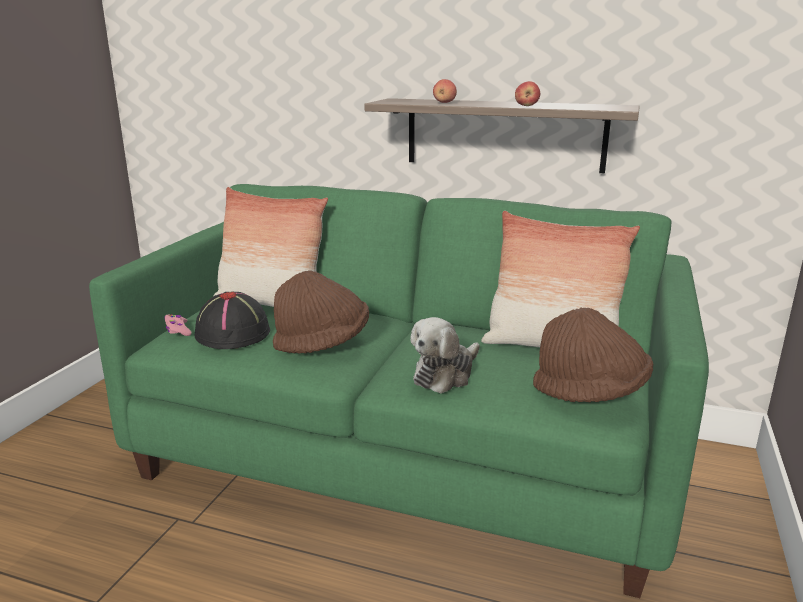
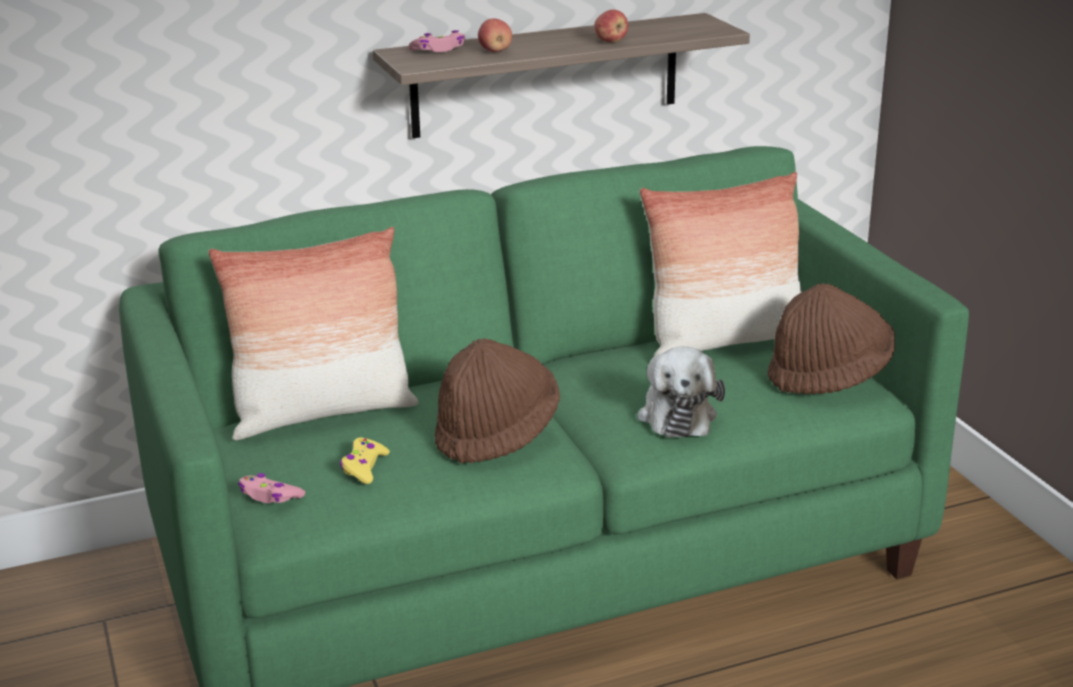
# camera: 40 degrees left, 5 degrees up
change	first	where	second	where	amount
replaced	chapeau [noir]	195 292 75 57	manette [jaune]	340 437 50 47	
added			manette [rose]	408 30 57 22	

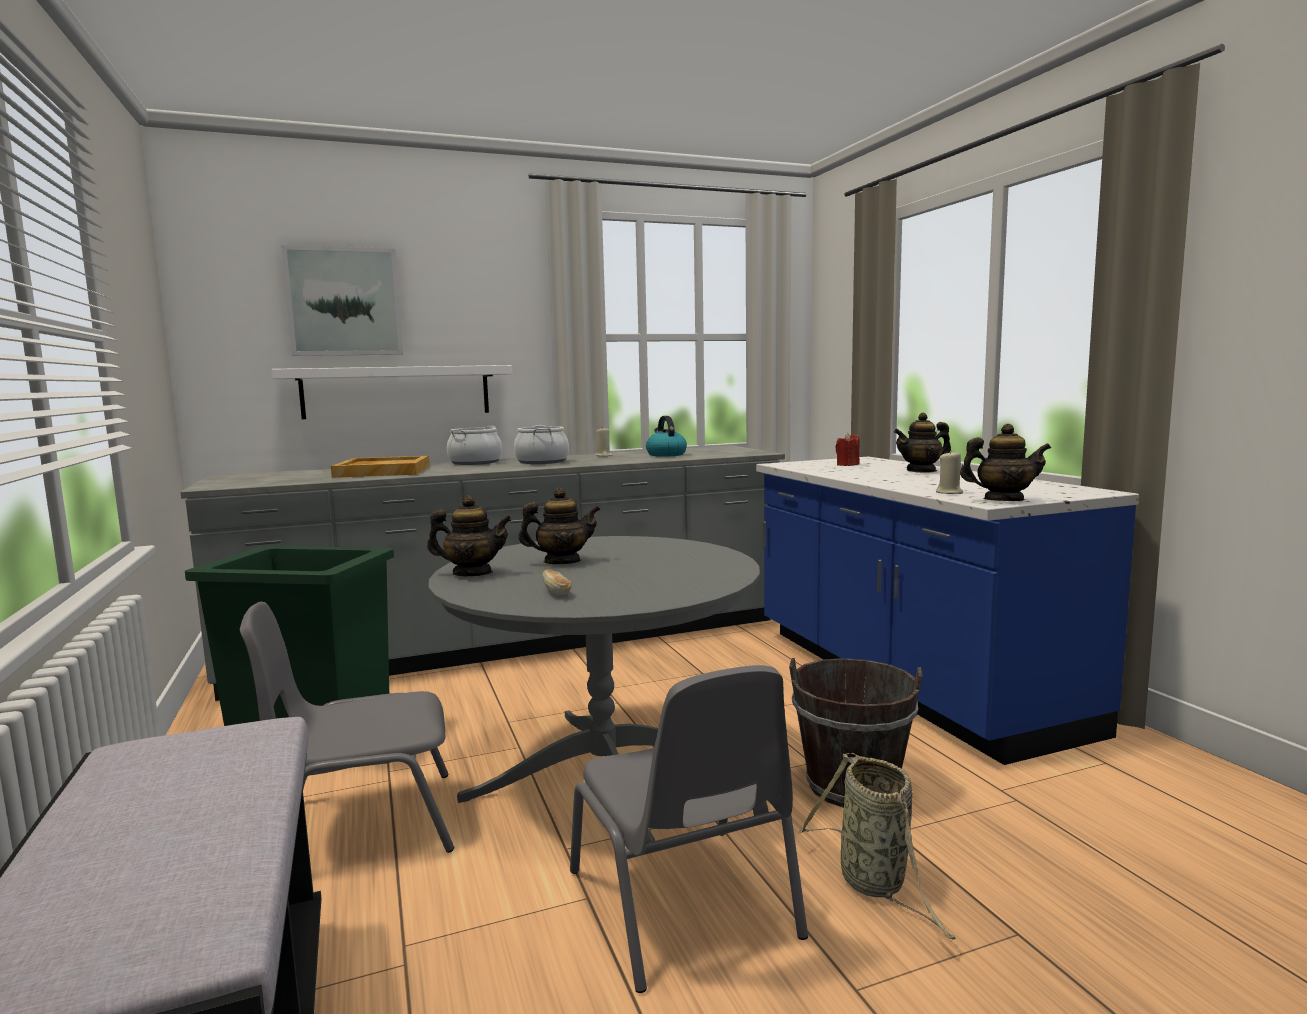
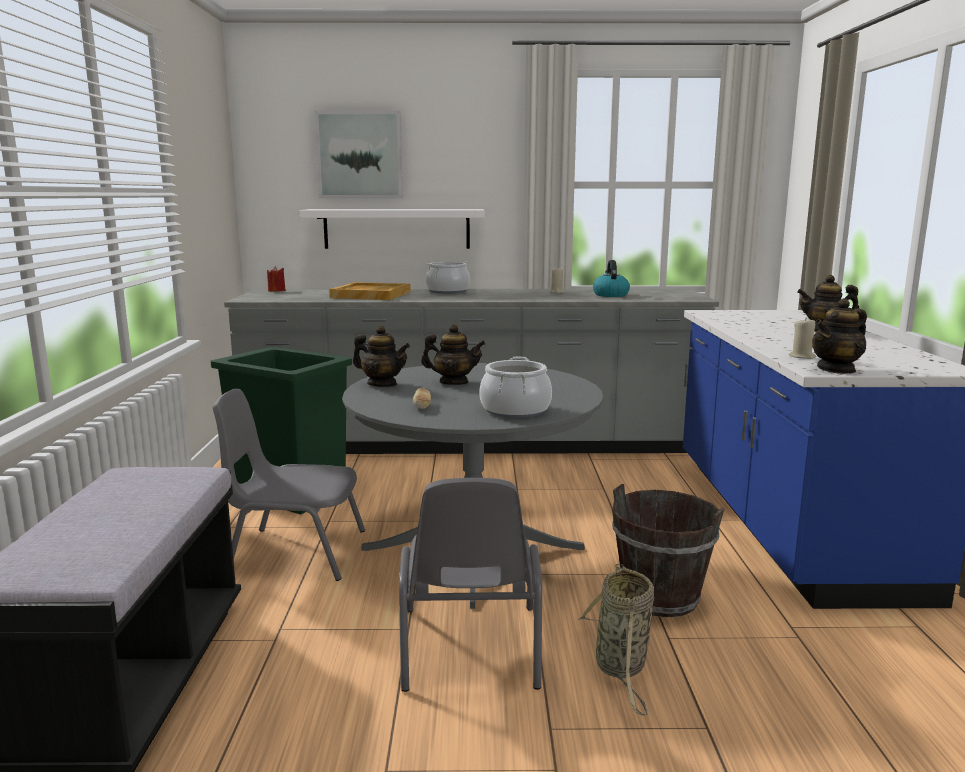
# camera: 20 degrees right, 5 degrees up
change	first	where	second	where	amount
turned	théière	960 424 91 77		812 298 55 76	120 degrees clockwise
moved	marmite	514 425 55 39		479 357 73 61	
moved	bougie [rouge]	835 433 25 33		267 266 19 26	

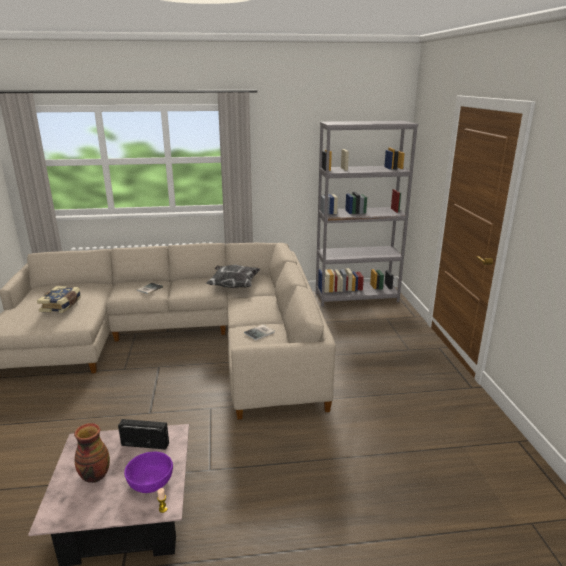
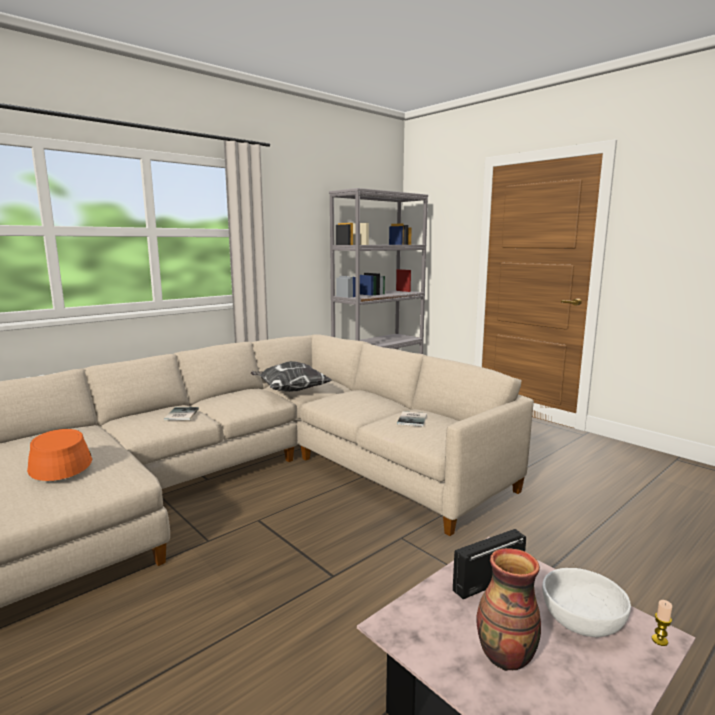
# camera: 35 degrees left, 10 degrees down
change	first	where	second	where	amount
replaced	livre	37 286 44 27	chapeau [orange]	27 429 65 52	
recoloured	bol [violet]	124 452 49 41	bol [blanc]	542 568 89 69	

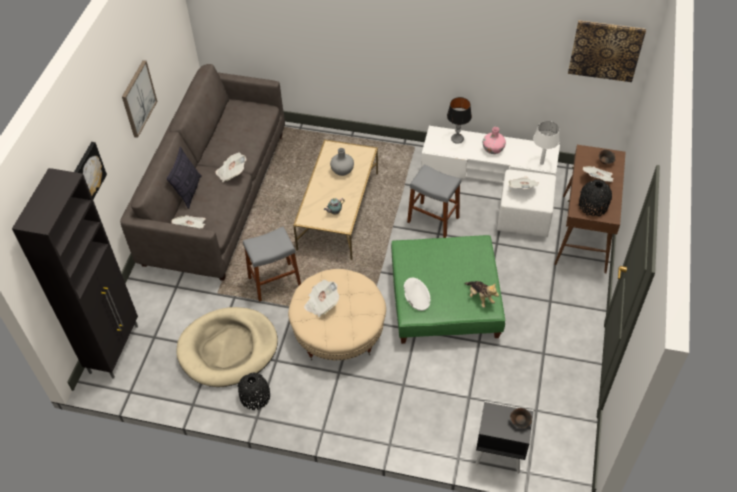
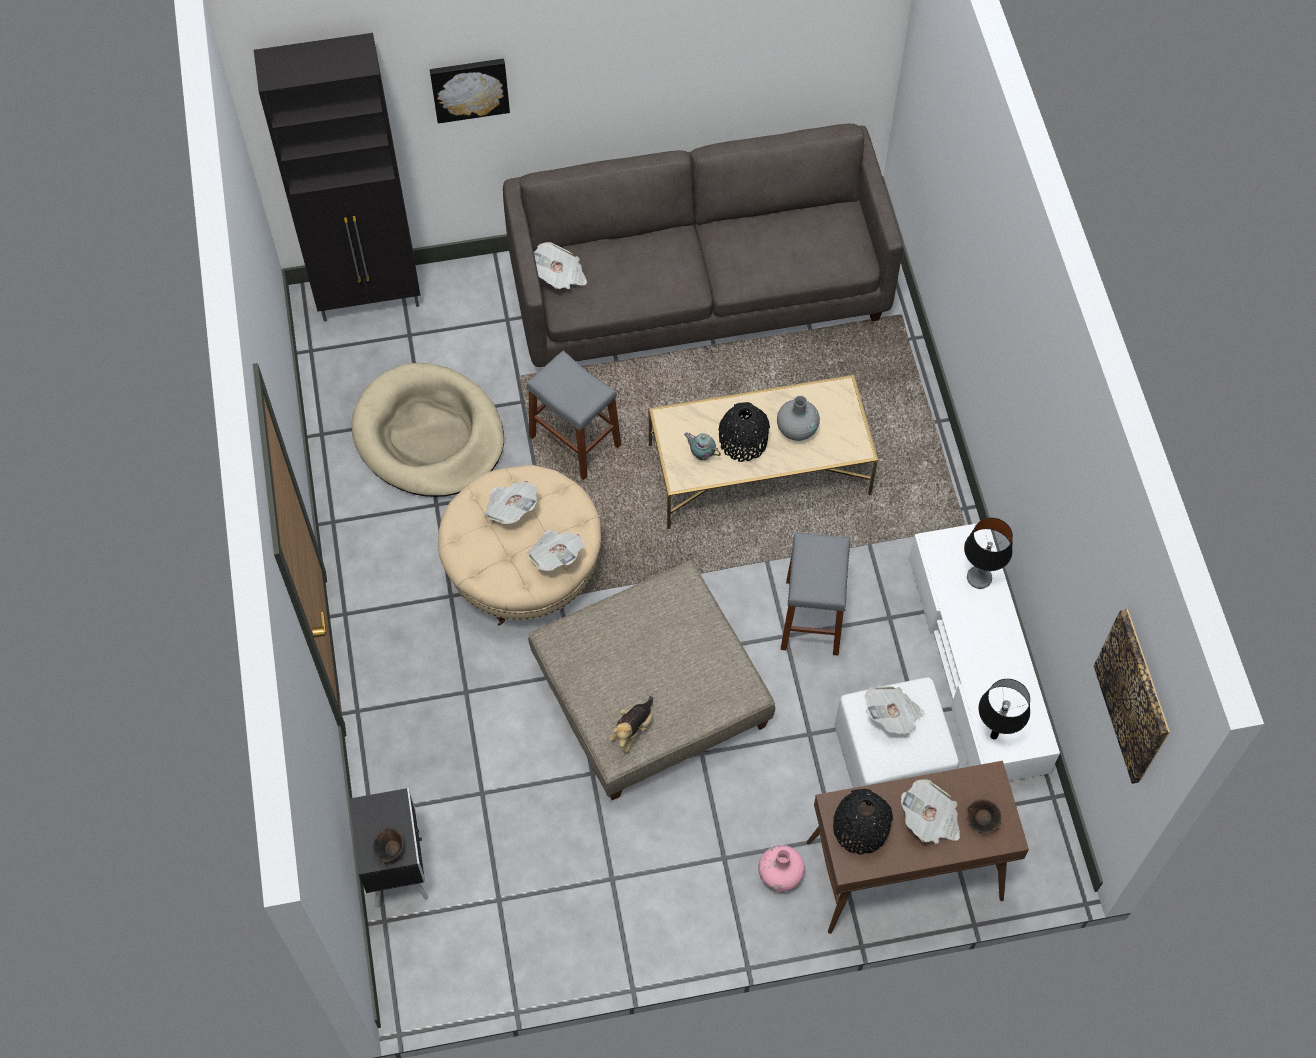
# camera: 65 degrees right, 10 degrees up
change	first	where	second	where	amount
removed	tableau	122 60 35 78			
recoloured	lampe de table [blanc]	533 121 27 44	lampe de table [noir]	978 679 52 61	
moved	vase [rose]	483 127 23 27		758 845 47 47	
removed	coussin	166 147 36 62			
moved	journal	215 152 32 30		527 529 57 42	
recoloured	pouf [vert]	391 235 114 109	pouf [beige]	528 560 247 240	
removed	chapeau [blanc]	404 278 26 33			
moved	vase [noir]	238 372 32 38		719 402 51 60	

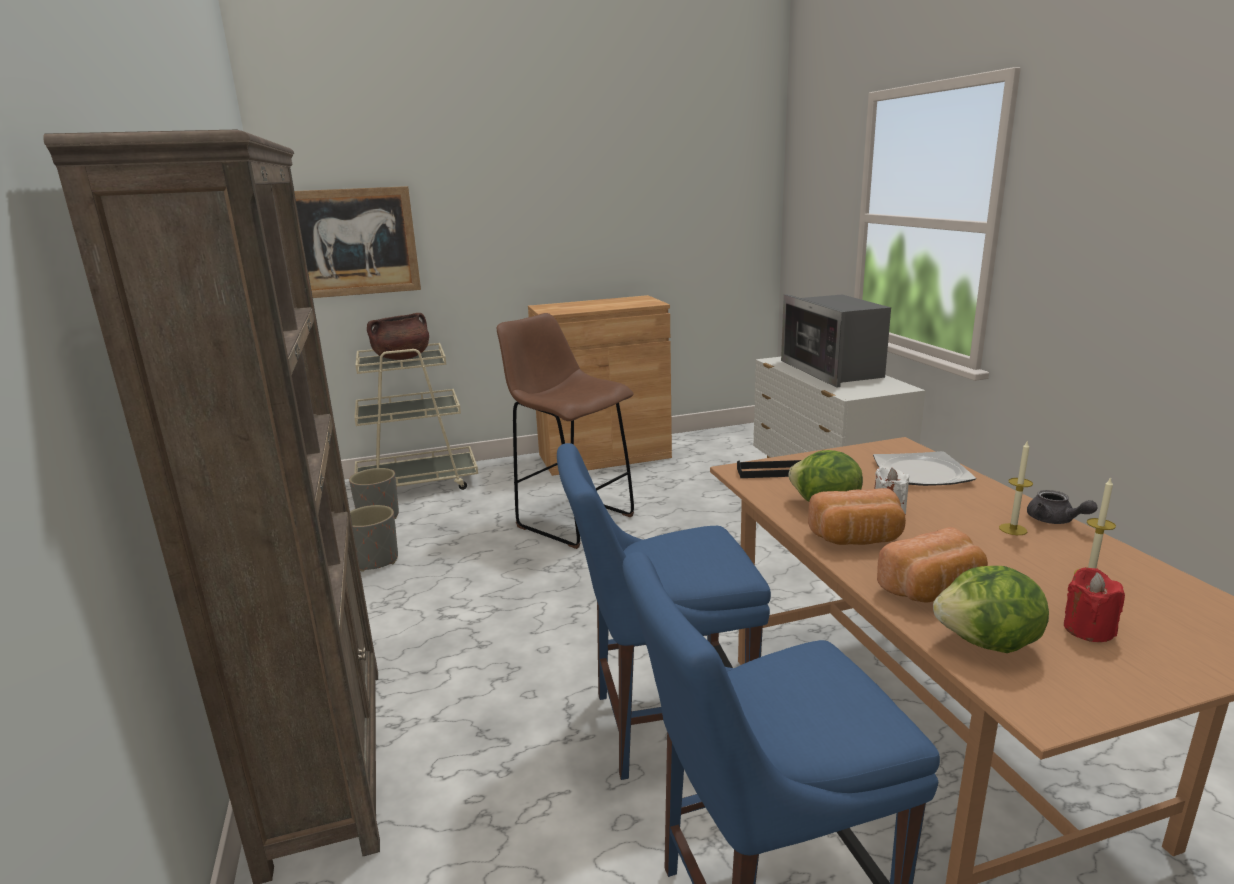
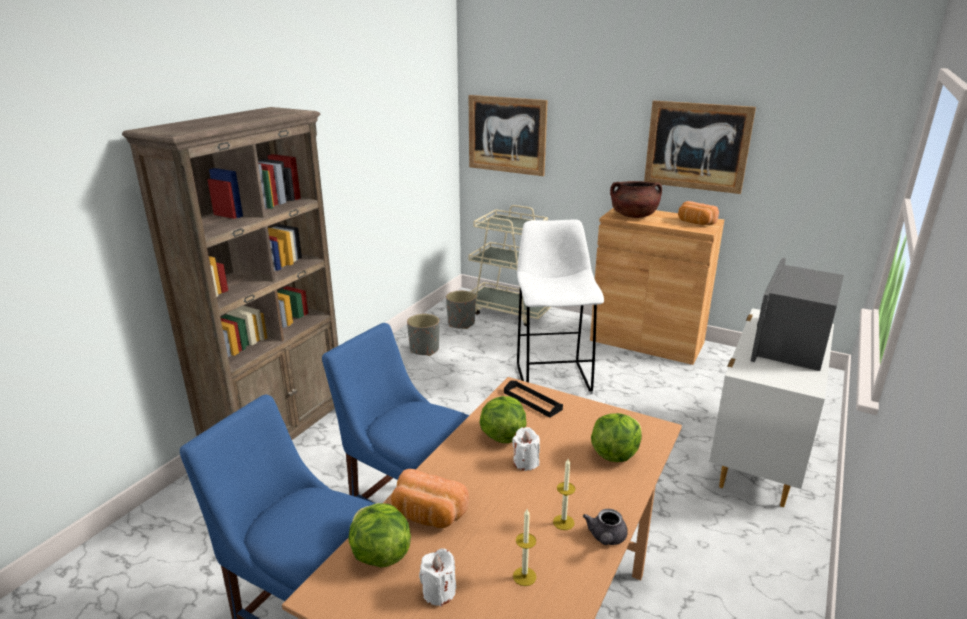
# camera: 45 degrees right, 5 degrees up
change	first	where	second	where	amount
moved	marmite [marron]	367 313 62 47		610 181 52 37	
recoloured	tabouret [marron]	497 313 137 236	tabouret [blanc]	517 219 87 175	
replaced	assiette	873 451 103 35	laitue	591 413 51 49	
moved	pain	808 488 98 57		678 201 41 24	
recoloured	bougie [rouge]	1064 567 61 75	bougie [blanc]	419 548 37 59	
added			tableau	644 100 112 94	

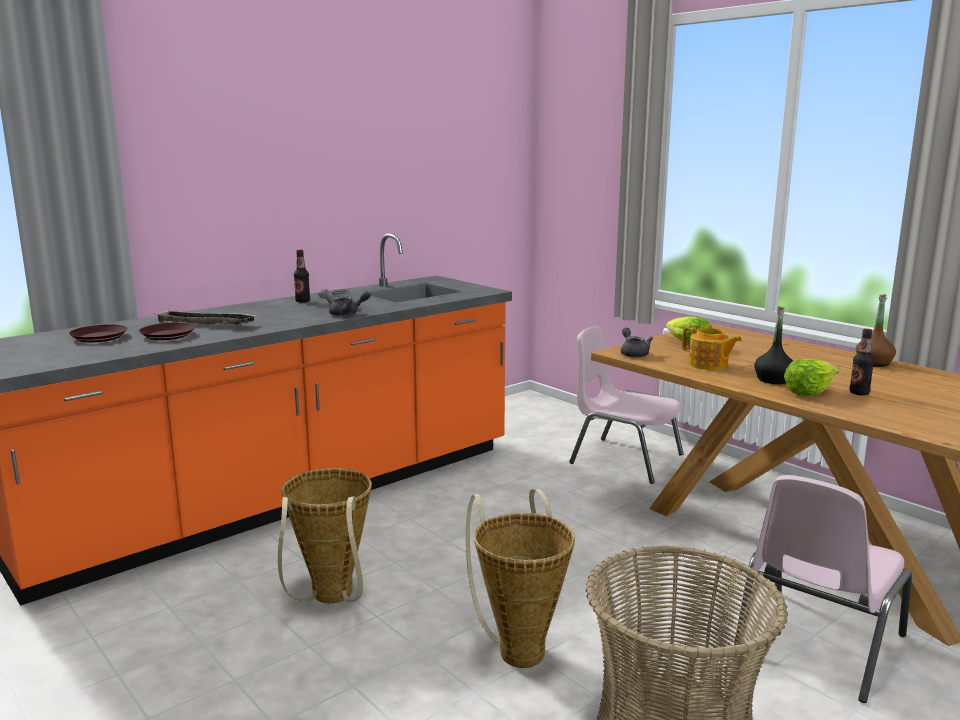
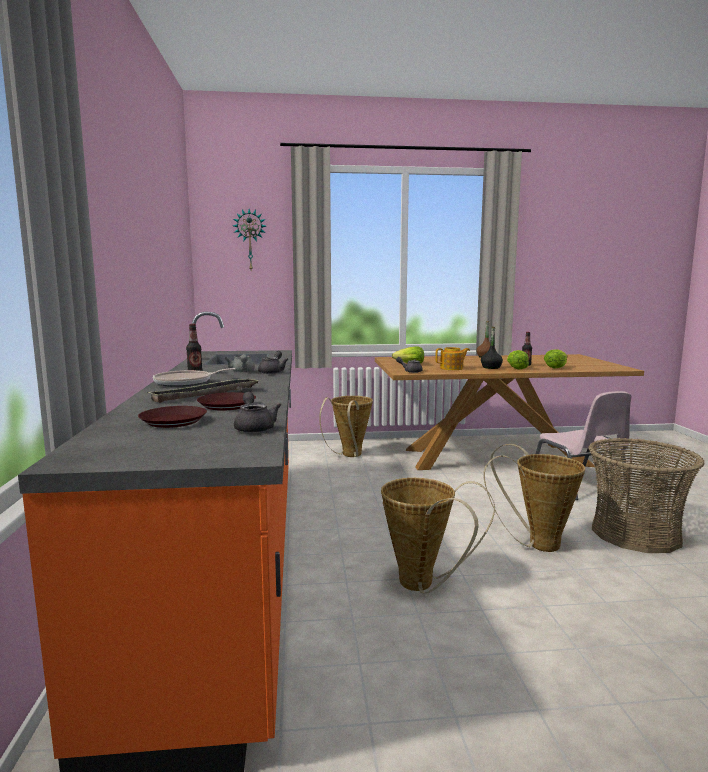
# camera: 55 degrees left, 5 degrees down
change	first	where	second	where	amount
replaced	chaise [rose]	569 326 114 158	panier	319 396 54 61	
added			horloge murale	233 209 33 61	
added			laitue	544 350 23 19	
added			poêle	153 368 83 19	
added			théière [gris]	234 392 47 41	

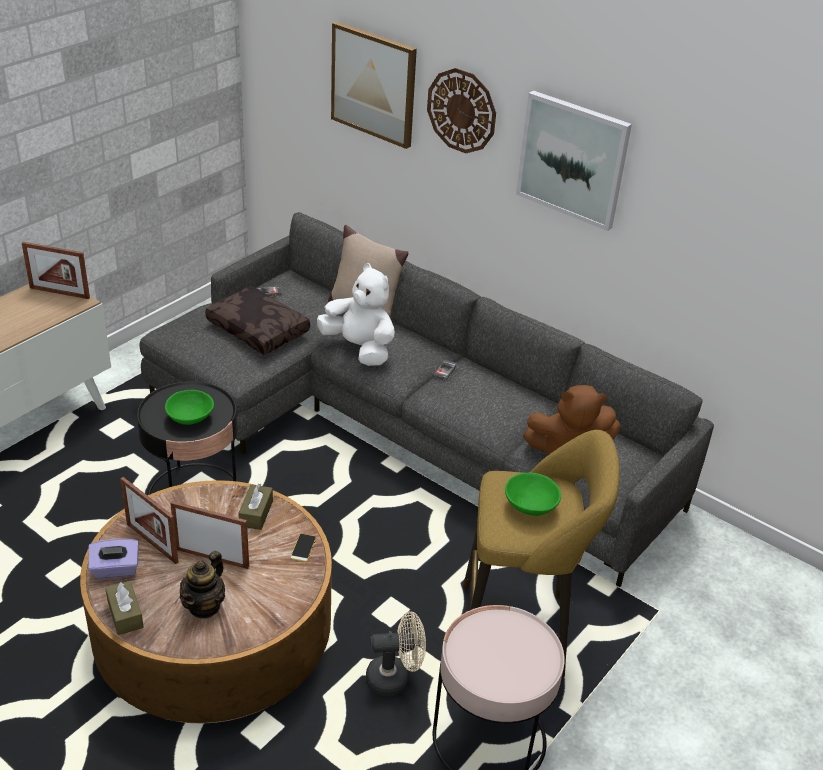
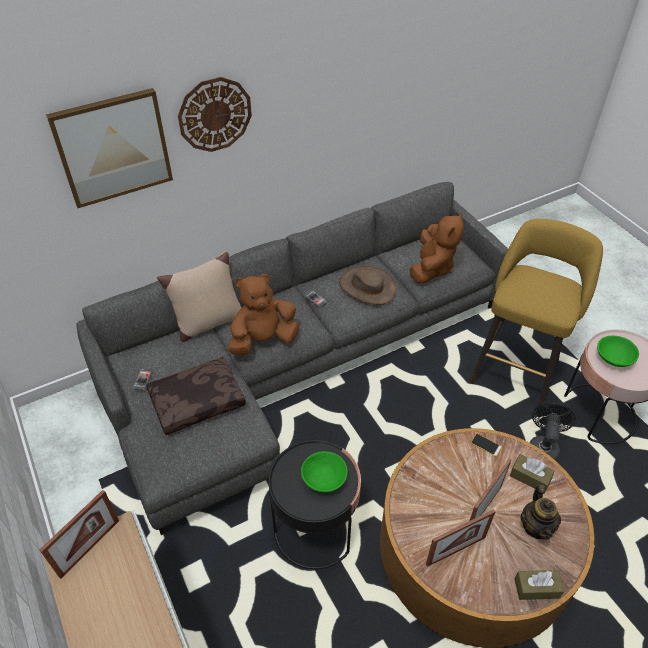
# camera: 65 degrees left, 10 degrees up
change	first	where	second	where	amount
removed	tableau	516 91 116 140			
recoloured	peluche [blanc]	317 263 78 103	peluche [marron]	227 273 72 82	
moved	bol [vert]	505 473 56 43		597 336 42 31	
moved	boîte à mouchoirs [marron]	238 483 35 47		510 454 45 37	
removed	boîte à mouchoirs [violet]	88 539 51 40			
turned	théière	180 551 45 68		520 485 41 55	45 degrees clockwise
recoloured	ventilateur [beige]	366 611 60 85	ventilateur [noir]	529 402 46 59	
added			chapeau [marron]	339 266 57 39	

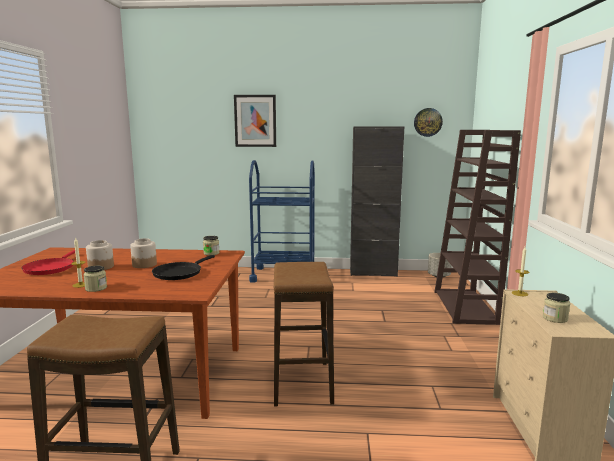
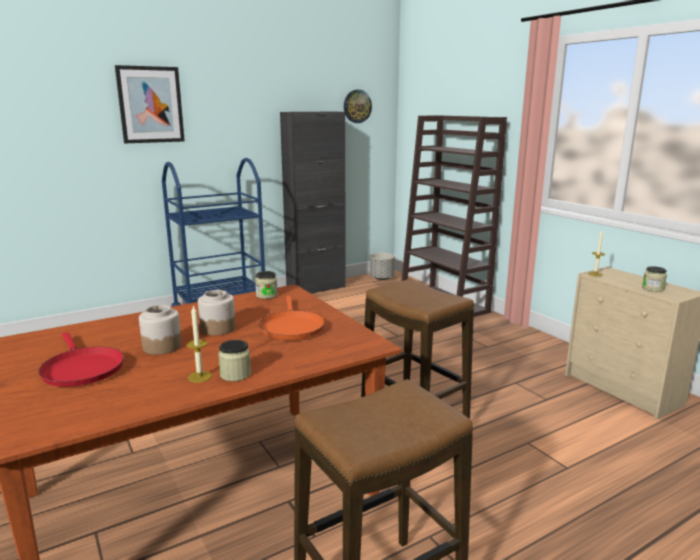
# camera: 35 degrees left, 5 degrees up
change	first	where	second	where	amount
recoloured	poêle [noir]	152 255 63 25	poêle [orange]	259 296 66 44	

